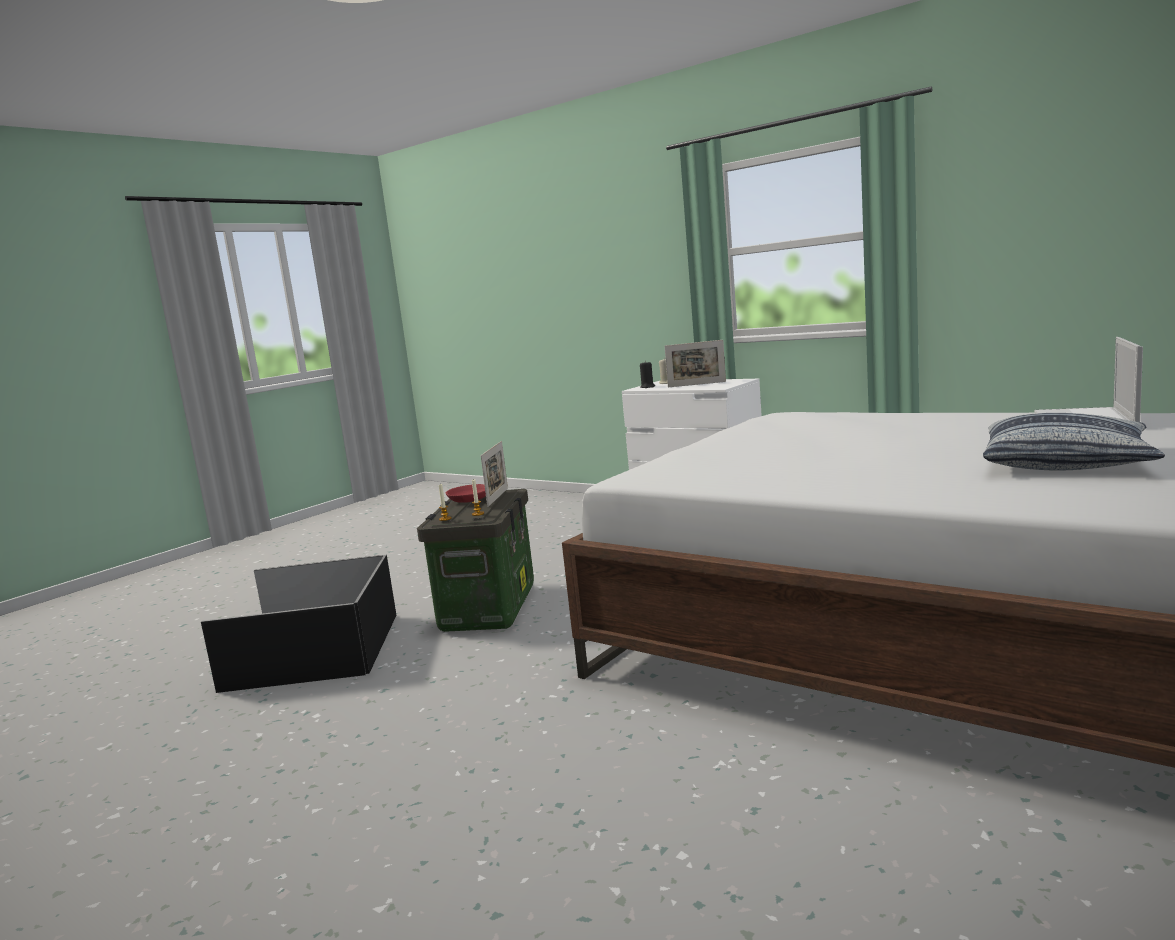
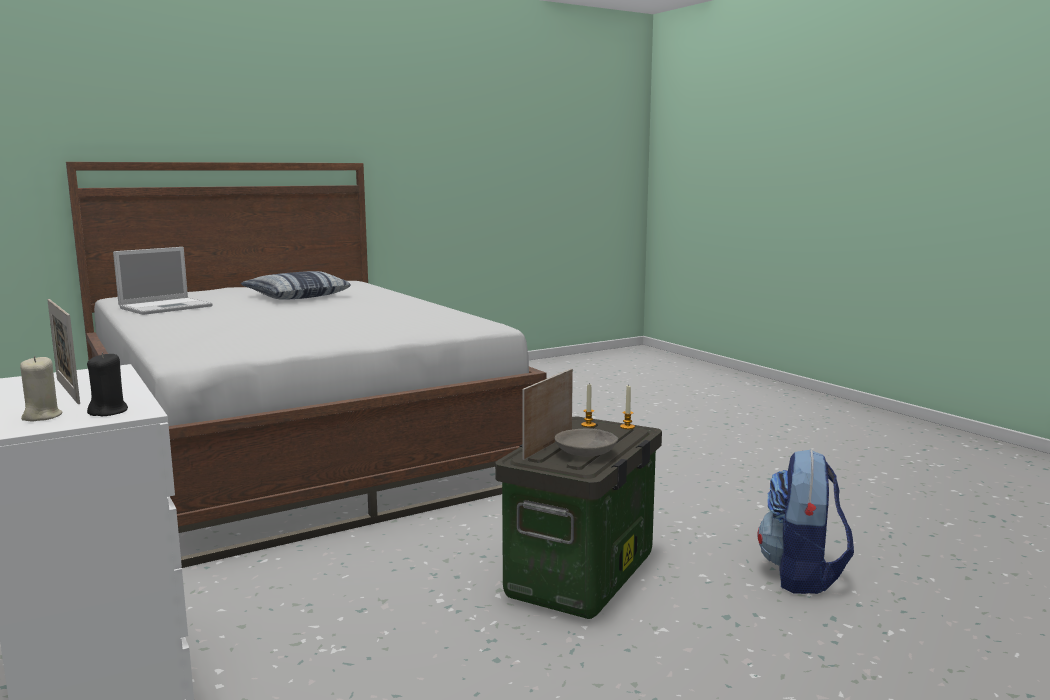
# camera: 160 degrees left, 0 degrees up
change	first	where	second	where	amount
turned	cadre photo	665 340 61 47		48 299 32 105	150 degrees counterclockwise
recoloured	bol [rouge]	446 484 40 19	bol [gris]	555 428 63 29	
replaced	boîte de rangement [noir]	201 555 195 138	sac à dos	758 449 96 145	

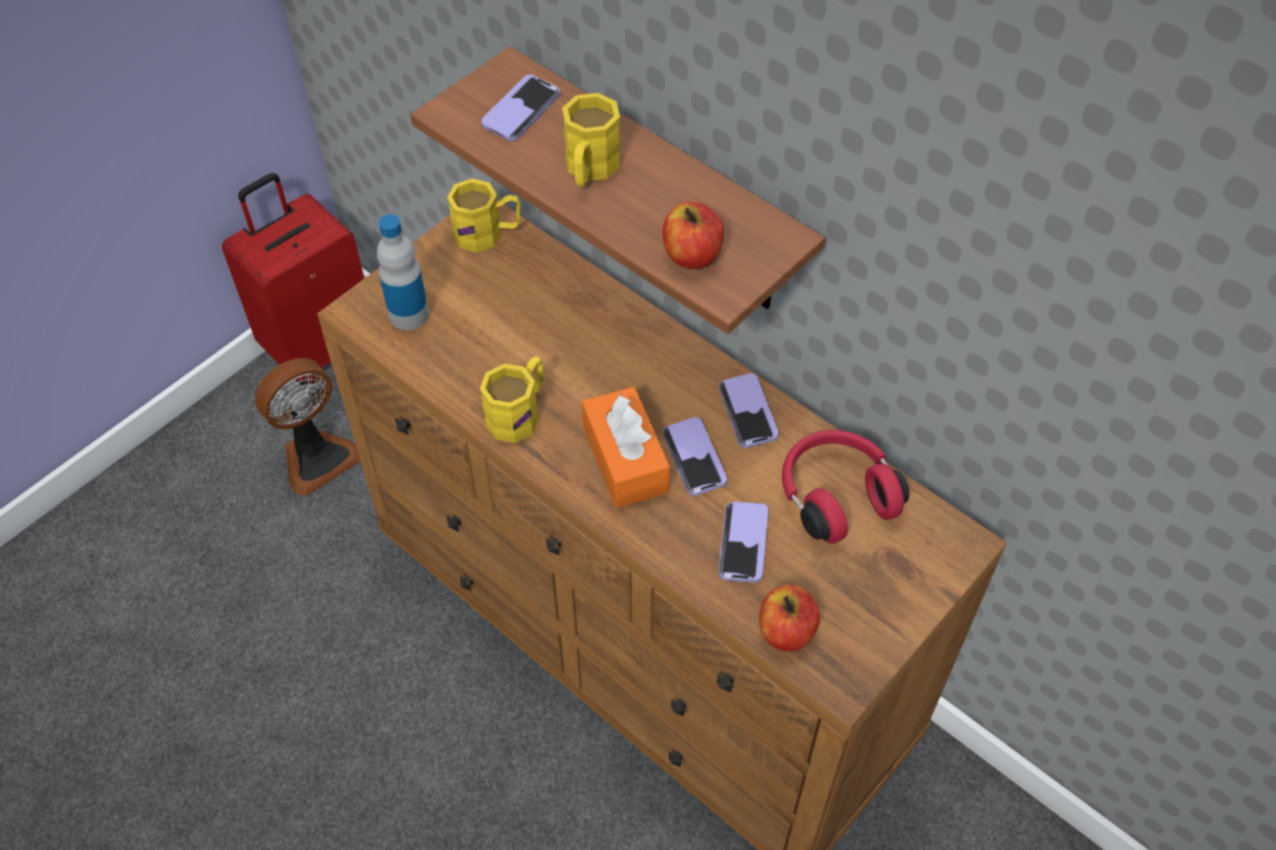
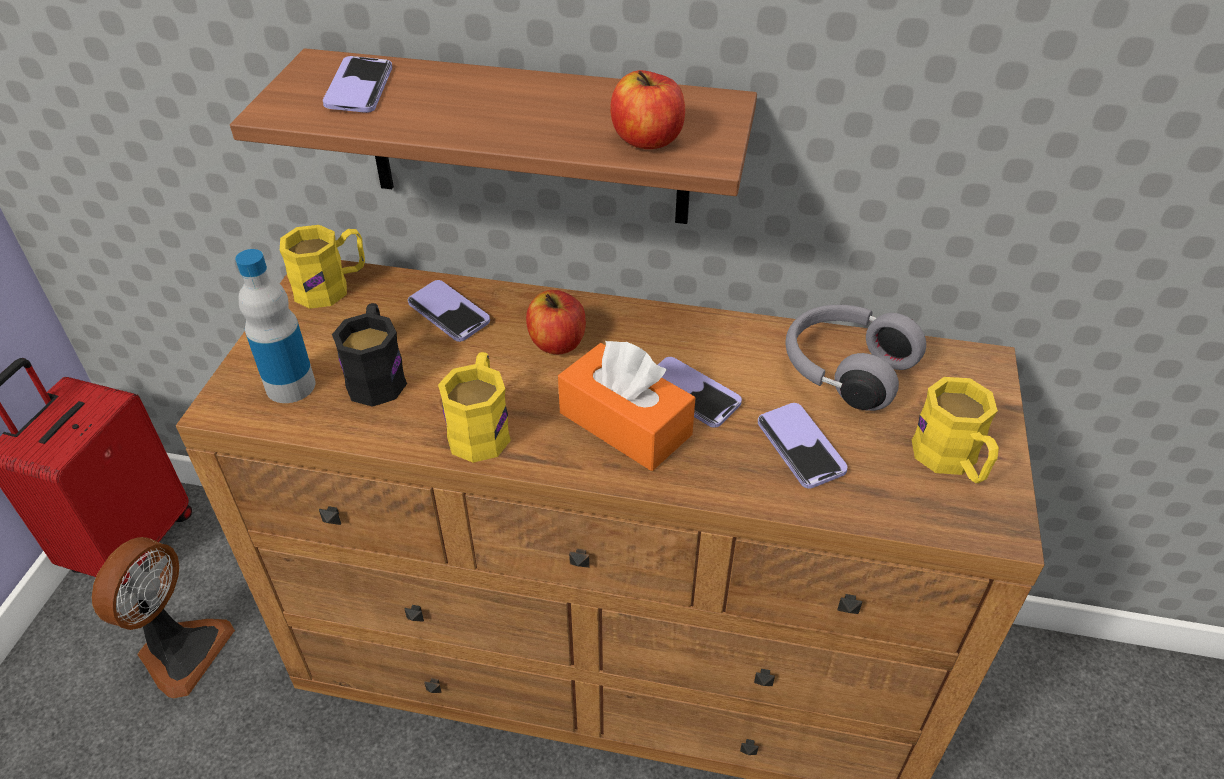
# camera: 30 degrees left, 10 degrees down
change	first	where	second	where	amount
moved	mug [jaune]	562 93 59 94		912 377 87 106	
moved	téléphone	719 373 60 75		408 280 82 62	
recoloured	casque audio [rouge]	782 430 127 114	casque audio [gris]	785 305 141 106	
moved	pomme	759 585 61 66		526 290 60 64	
added			mug [noir]	332 303 75 104	

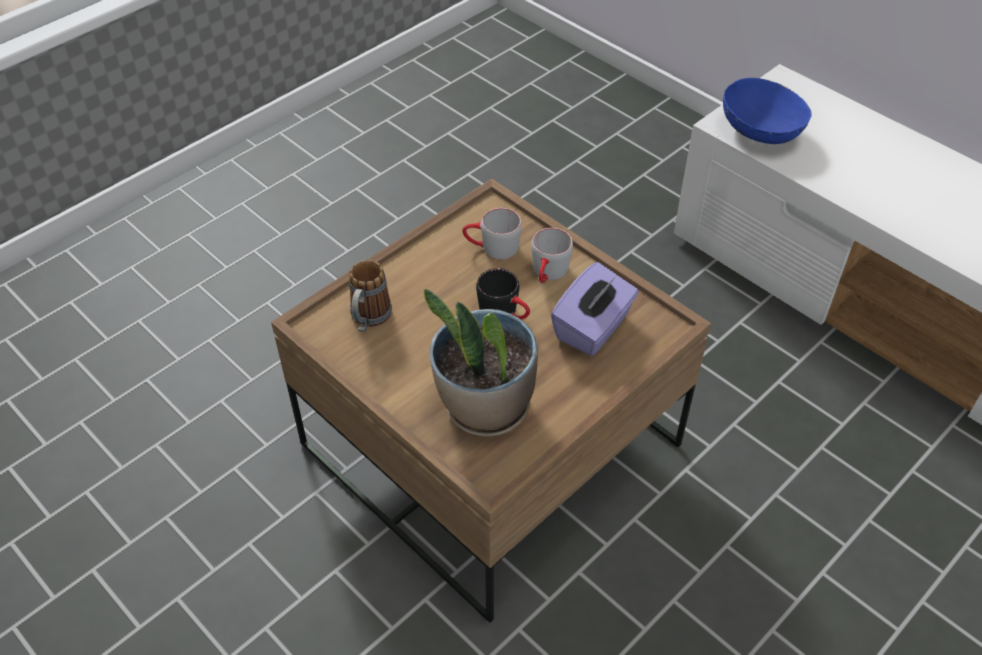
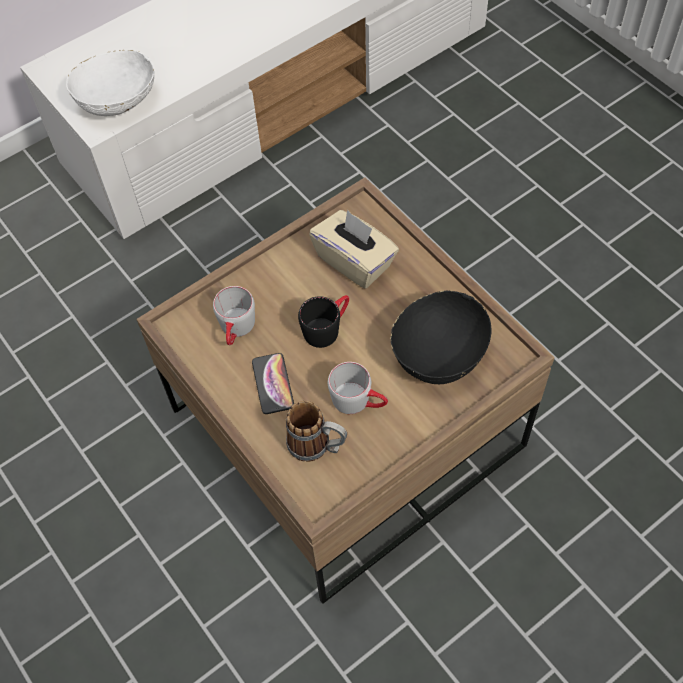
# camera: 80 degrees left, 10 degrees up
change	first	where	second	where	amount
recoloured	bol [bleu]	723 78 89 66	bol [blanc]	66 50 88 66	
moved	mug [gris]	531 228 42 55		328 362 60 52	
recoloured	boîte à mouchoirs [violet]	551 262 88 94	boîte à mouchoirs [beige]	309 210 90 79	
replaced	plante en pot	424 289 114 148	bol [noir]	390 290 101 94	
added			téléphone	252 353 42 61	

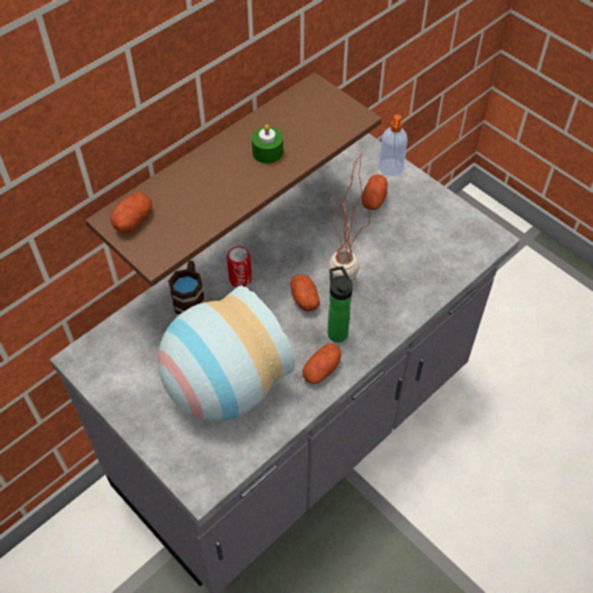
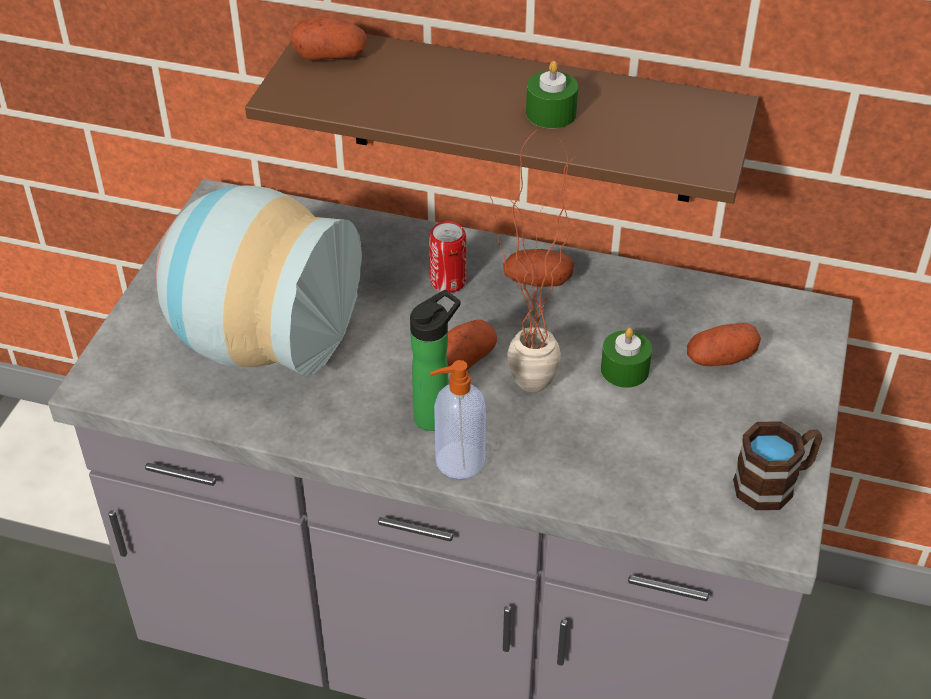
# camera: 60 degrees right, 10 degrees down
change	first	where	second	where	amount
moved	distributeur de savon	379 115 28 61		430 360 56 119	
moved	mug [marron]	168 261 36 54		733 421 89 89	
moved	pomme de terre	303 344 38 40		503 249 71 38	
added			bougie [vert]	601 328 51 60	

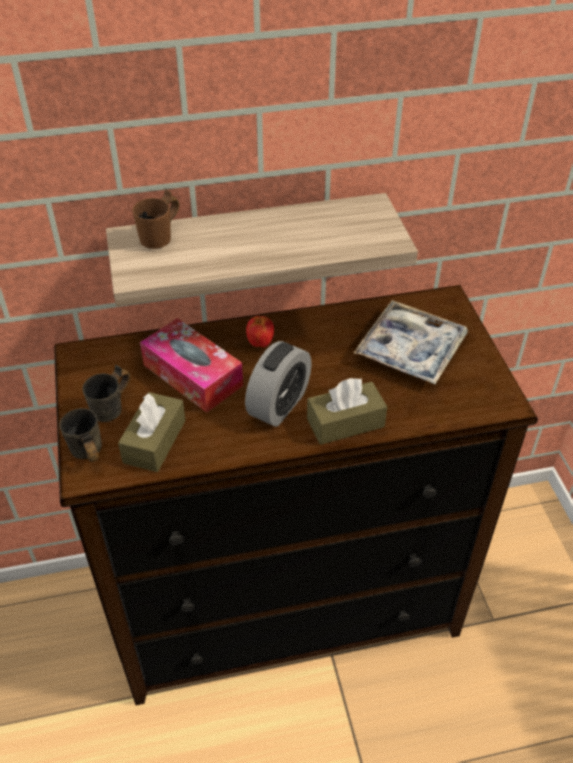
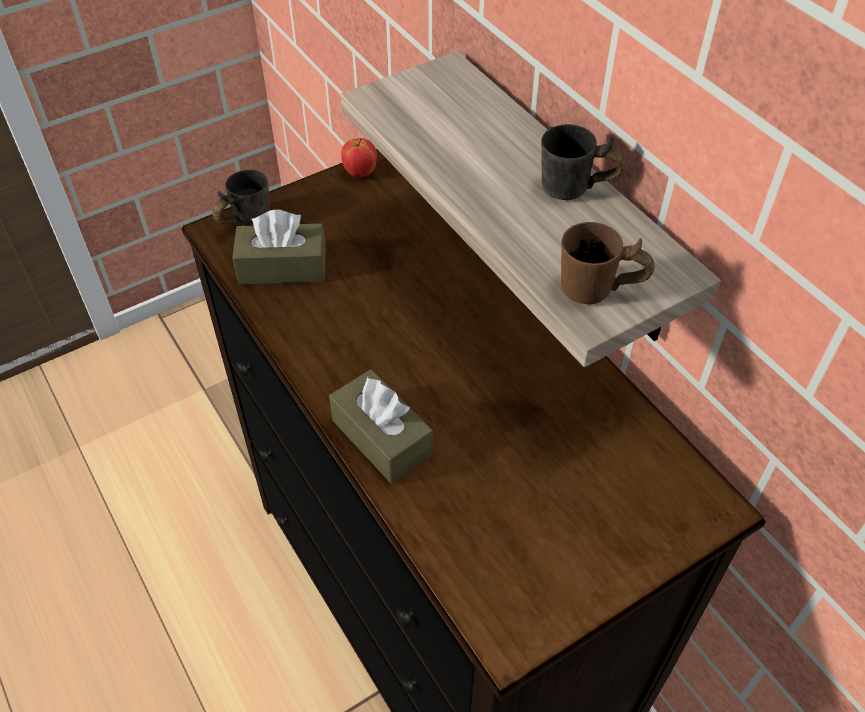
# camera: 70 degrees right, 5 degrees up
change	first	where	second	where	amount
moved	mug [marron]	133 189 46 60		561 222 93 83	
removed	plateau	354 300 114 84			
moved	pomme	246 316 28 31		341 138 36 40	
removed	boîte à mouchoirs	140 318 103 95			
removed	réveil	245 341 67 86			
moved	mug [gris]	82 365 49 57		541 124 84 76	

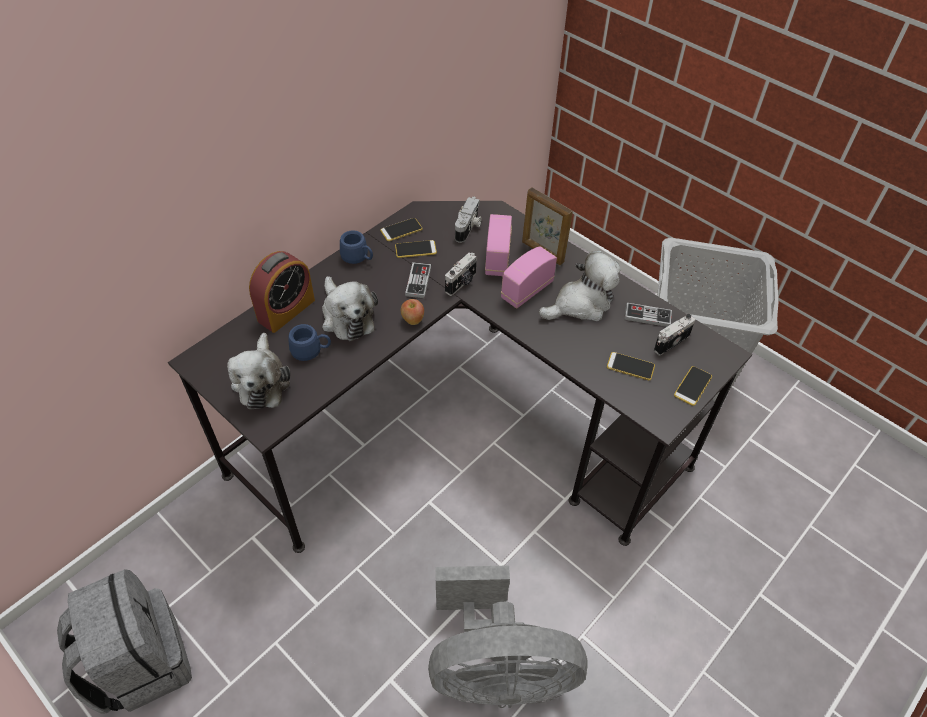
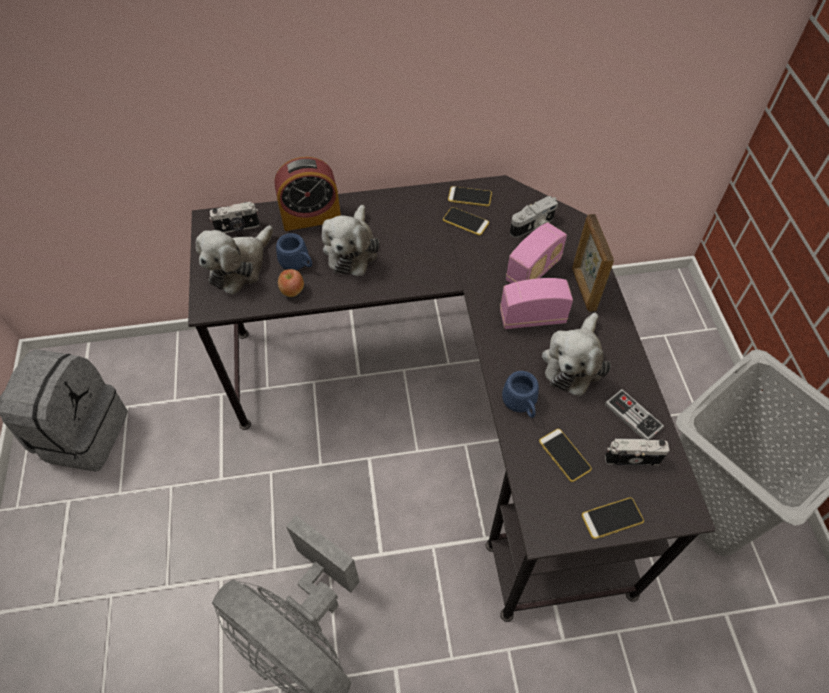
# camera: 40 degrees right, 5 degrees up
change	first	where	second	where	amount
moved	mug [bleu]	340 230 33 34		502 371 37 47	
turned	peluche	539 251 82 70		542 313 69 83	105 degrees clockwise
moved	appareil photo	445 253 32 43		209 202 51 31	
removed	manette	405 262 27 36			
moved	pomme	401 299 23 26		278 269 26 28	

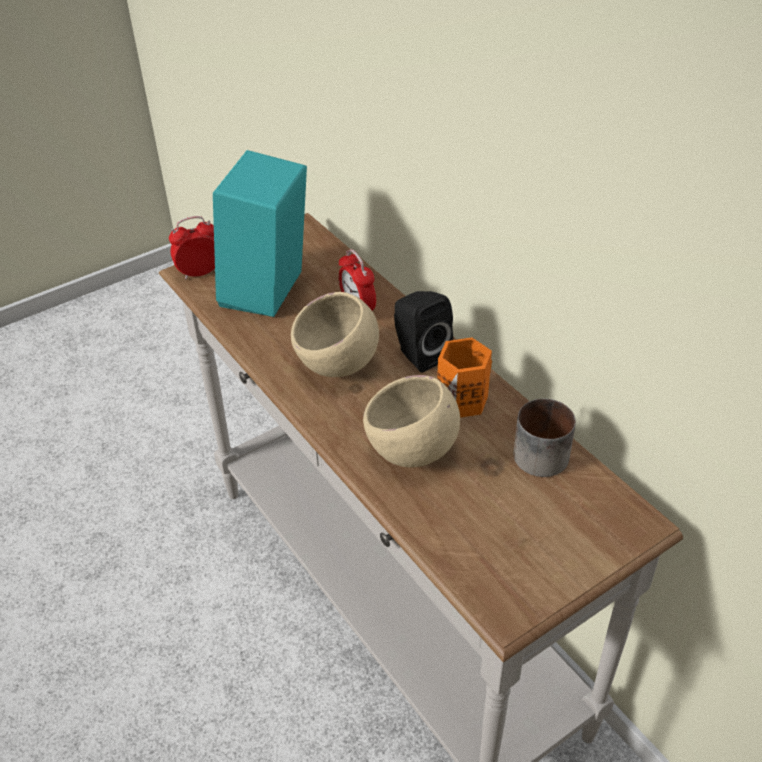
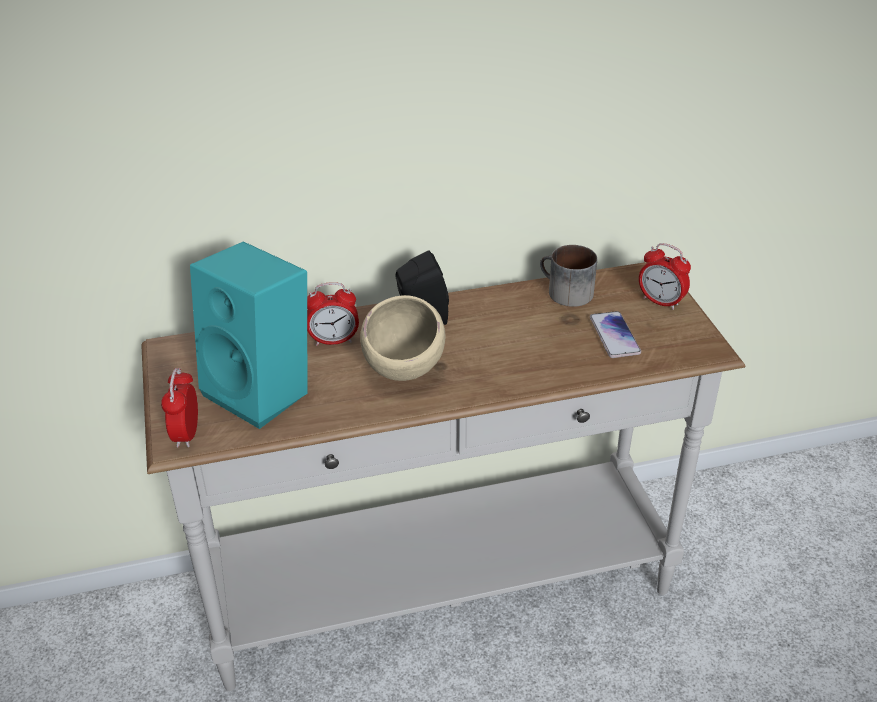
# camera: 70 degrees left, 5 degrees down
change	first	where	second	where	amount
removed	mug [orange]	437 337 55 81			
removed	bol [beige]	363 375 97 92			
added			réveil	639 243 52 67	
added			téléphone	590 311 51 47	

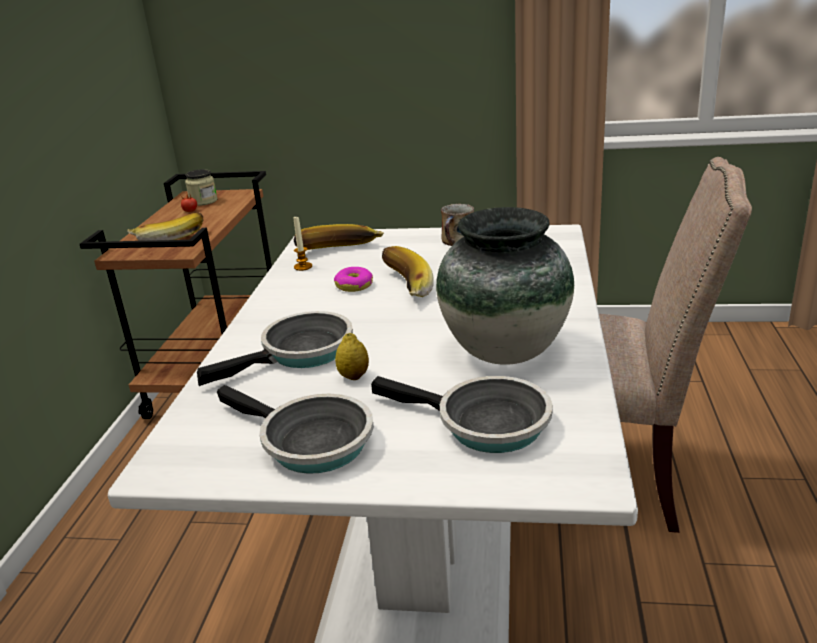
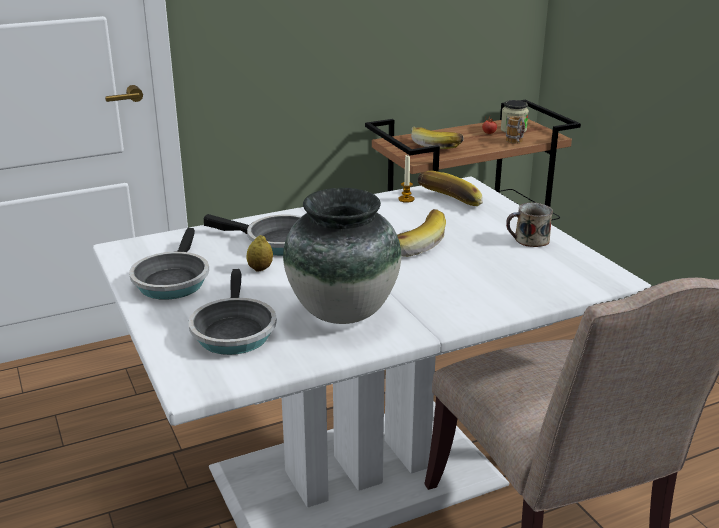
# camera: 55 degrees right, 0 degrees up
change	first	where	second	where	amount
removed	beignet	334 267 39 25			
added			mug	506 116 19 28	

